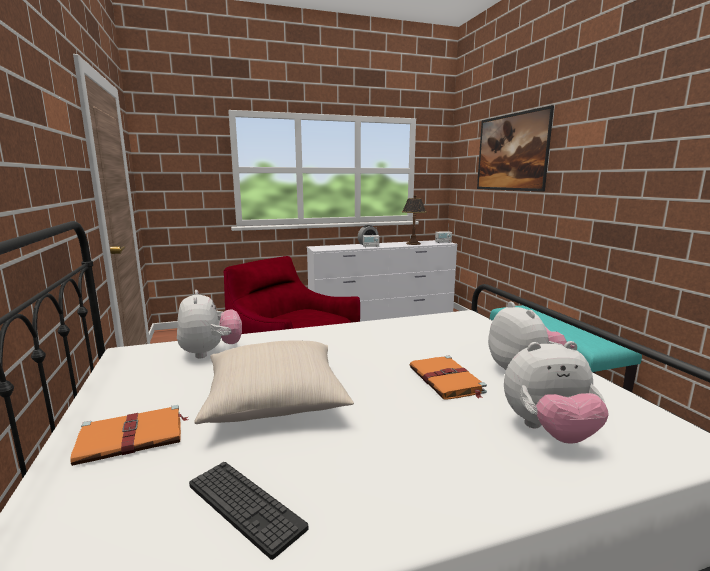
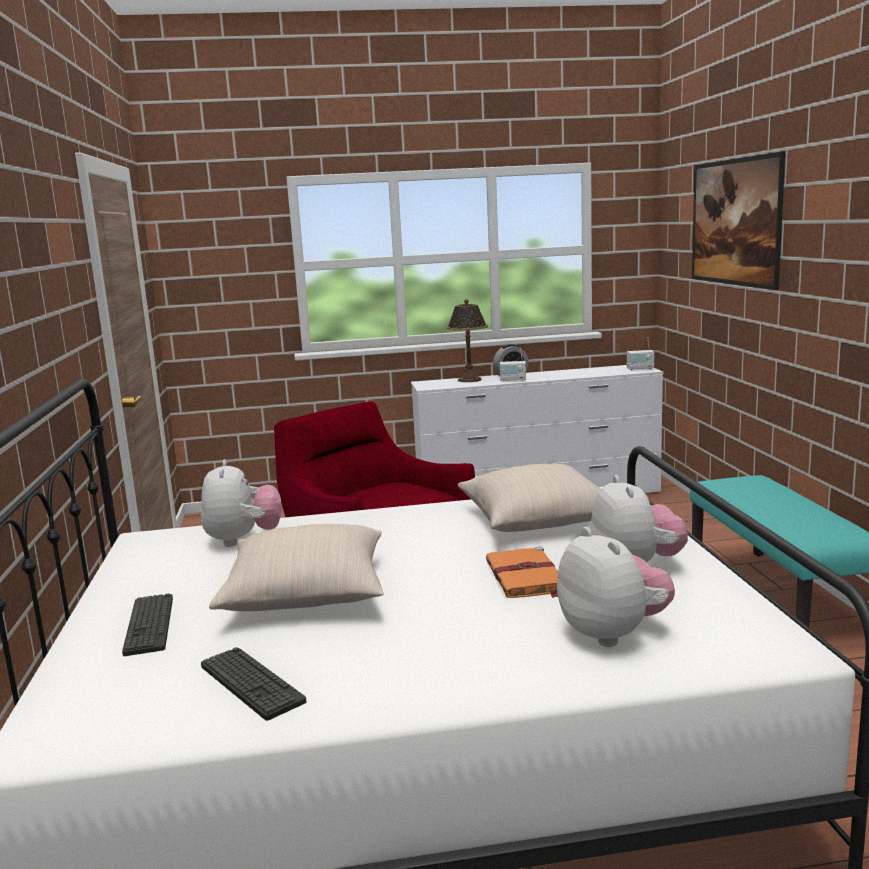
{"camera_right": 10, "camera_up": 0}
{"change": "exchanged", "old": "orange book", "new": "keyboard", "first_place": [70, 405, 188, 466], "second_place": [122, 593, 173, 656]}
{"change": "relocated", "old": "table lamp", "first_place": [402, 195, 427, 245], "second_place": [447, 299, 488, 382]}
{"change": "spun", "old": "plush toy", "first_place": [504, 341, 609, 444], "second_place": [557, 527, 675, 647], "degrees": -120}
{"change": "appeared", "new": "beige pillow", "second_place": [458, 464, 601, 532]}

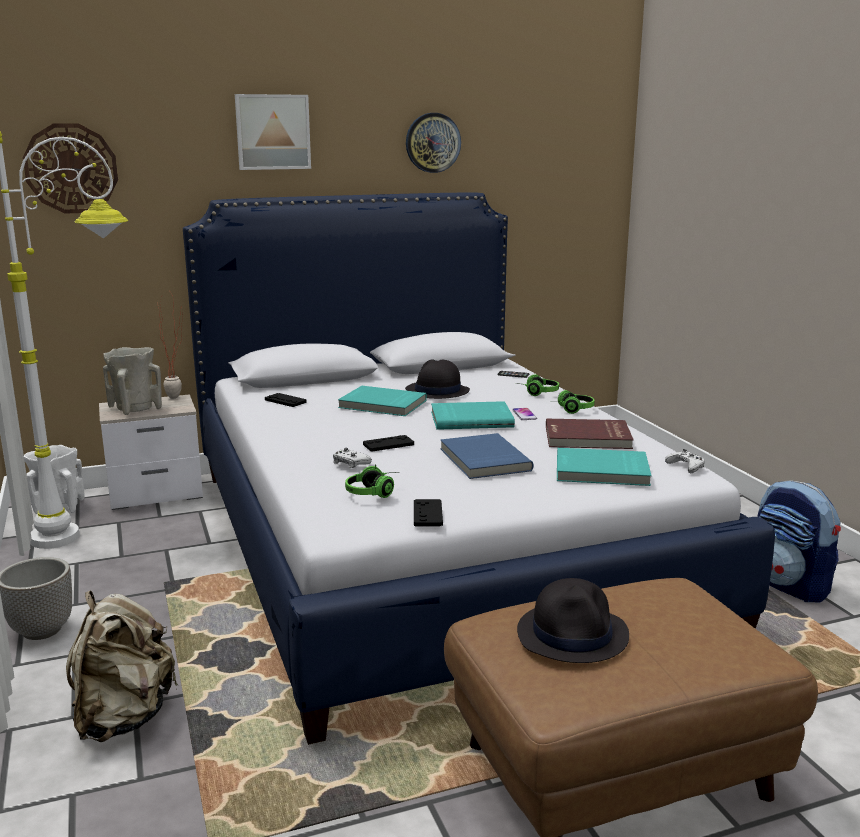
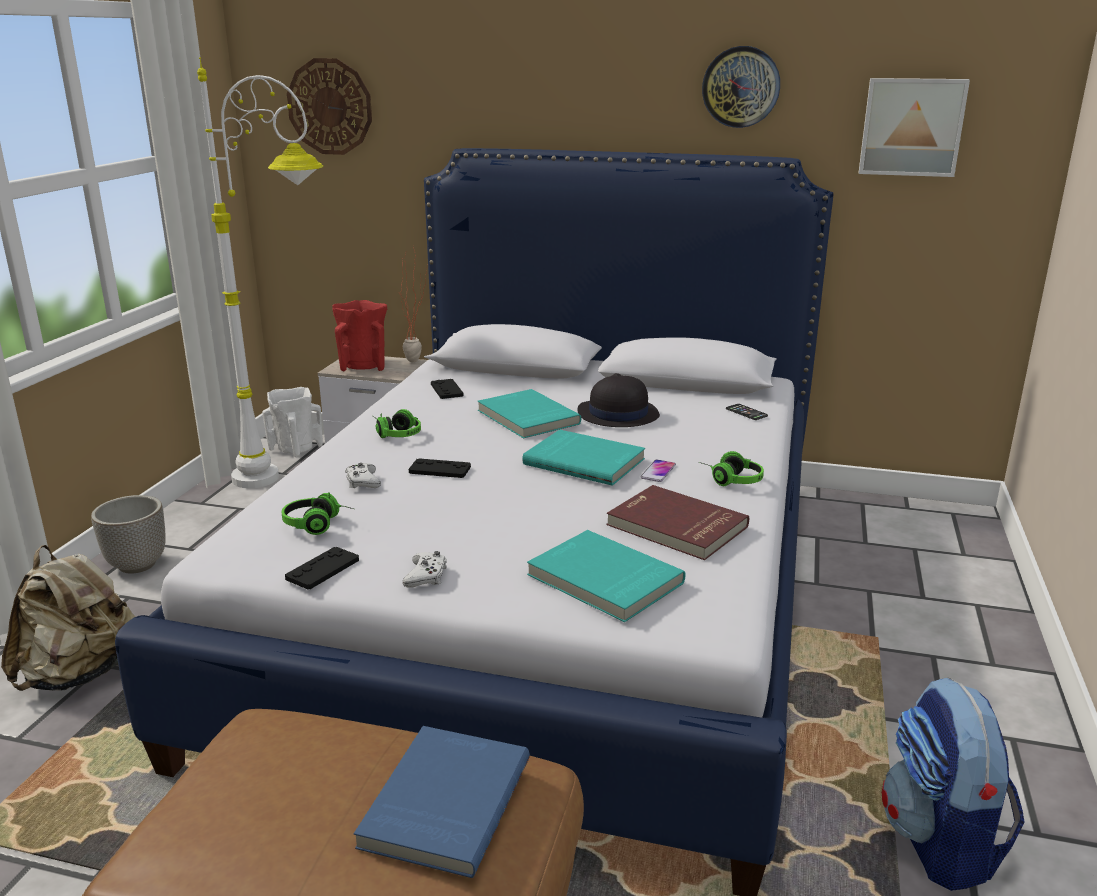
{"camera_right": 35, "camera_up": 5}
{"change": "colour", "old": "beige vase", "new": "red vase", "first_place": [103, 347, 162, 415], "second_place": [332, 300, 387, 372]}
{"change": "relocated", "old": "picture", "first_place": [235, 94, 311, 170], "second_place": [859, 78, 970, 177]}
{"change": "relocated", "old": "blue book", "first_place": [440, 433, 533, 479], "second_place": [354, 726, 530, 878]}
{"change": "relocated", "old": "headphones", "first_place": [516, 374, 559, 396], "second_place": [373, 409, 421, 438]}
{"change": "missing", "old": "black hat", "first_place": [517, 578, 629, 663]}
{"change": "relocated", "old": "white game controller", "first_place": [665, 449, 705, 473], "second_place": [403, 551, 447, 587]}

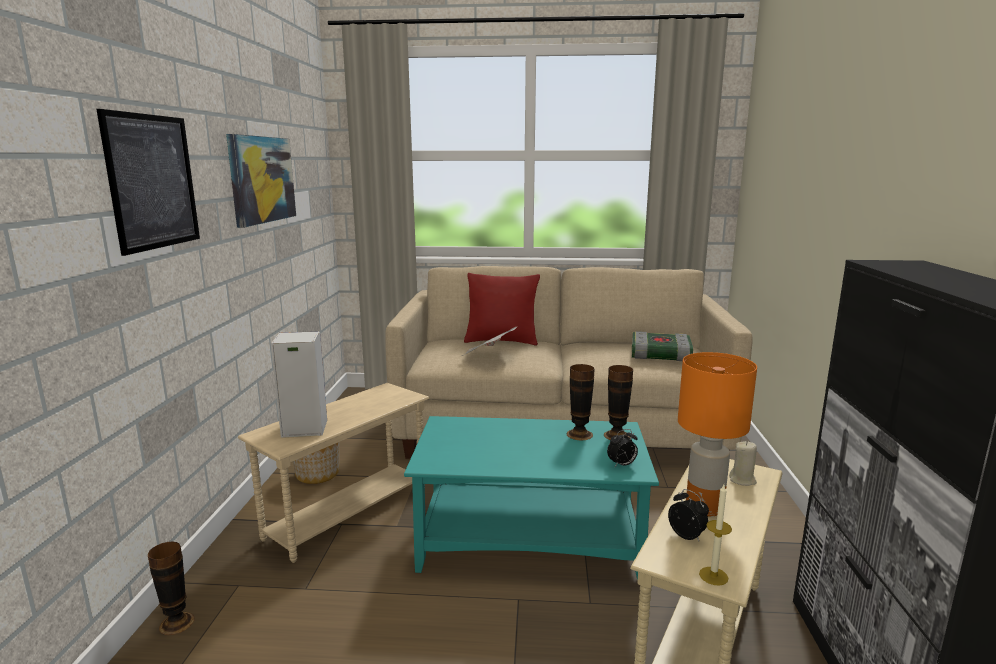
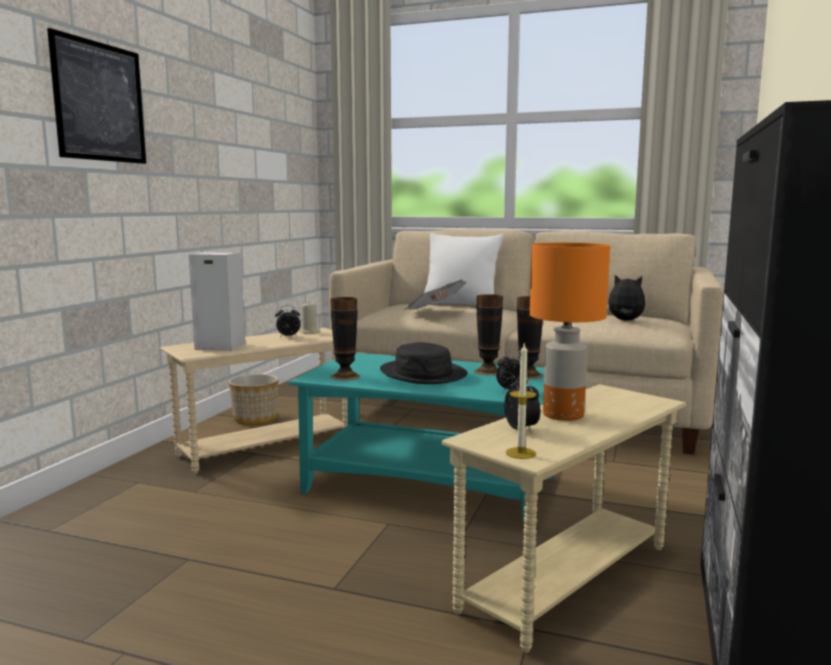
{"camera_right": 15, "camera_up": -5}
{"change": "relocated", "old": "vase", "first_place": [148, 542, 195, 635], "second_place": [330, 297, 360, 380]}
{"change": "missing", "old": "picture", "first_place": [226, 134, 296, 228]}
{"change": "colour", "old": "red pillow", "new": "white pillow", "first_place": [464, 273, 540, 345], "second_place": [424, 233, 504, 306]}
{"change": "exchanged", "old": "book", "new": "plush toy", "first_place": [632, 331, 693, 361], "second_place": [607, 275, 645, 321]}
{"change": "relocated", "old": "beige candle", "first_place": [729, 441, 757, 486], "second_place": [300, 303, 320, 334]}
{"change": "appeared", "new": "alarm clock", "second_place": [275, 305, 300, 338]}
{"change": "appeared", "new": "black hat", "second_place": [380, 342, 467, 384]}

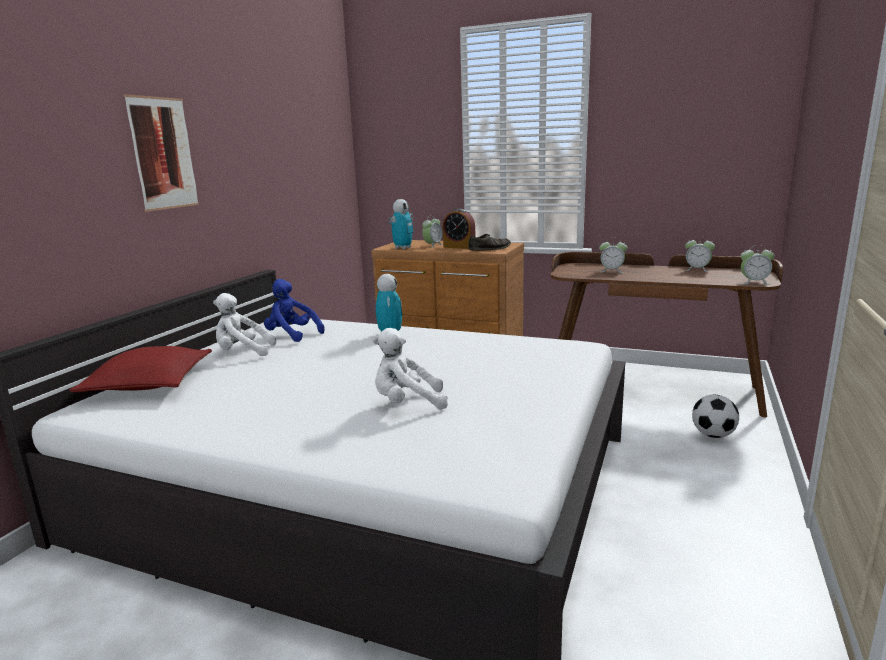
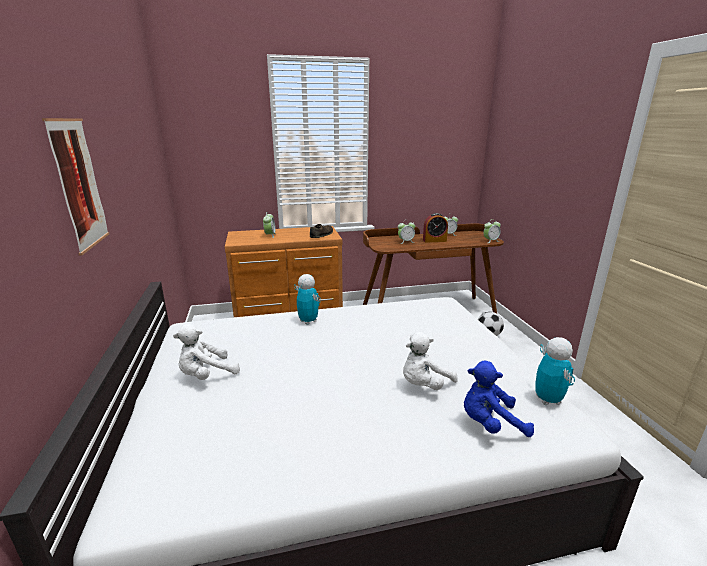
{"camera_right": -35, "camera_up": 5}
{"change": "missing", "old": "red pillow", "first_place": [69, 346, 212, 392]}
{"change": "relocated", "old": "blue plush toy", "first_place": [264, 279, 325, 342], "second_place": [464, 361, 534, 437]}
{"change": "relocated", "old": "toy robot", "first_place": [389, 199, 413, 249], "second_place": [535, 337, 575, 405]}
{"change": "relocated", "old": "alarm clock", "first_place": [443, 208, 475, 249], "second_place": [423, 213, 448, 243]}

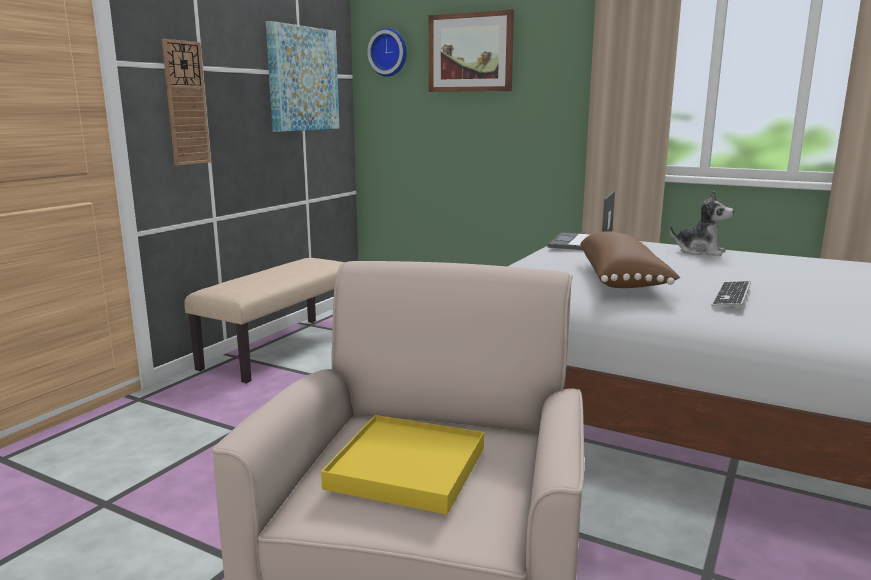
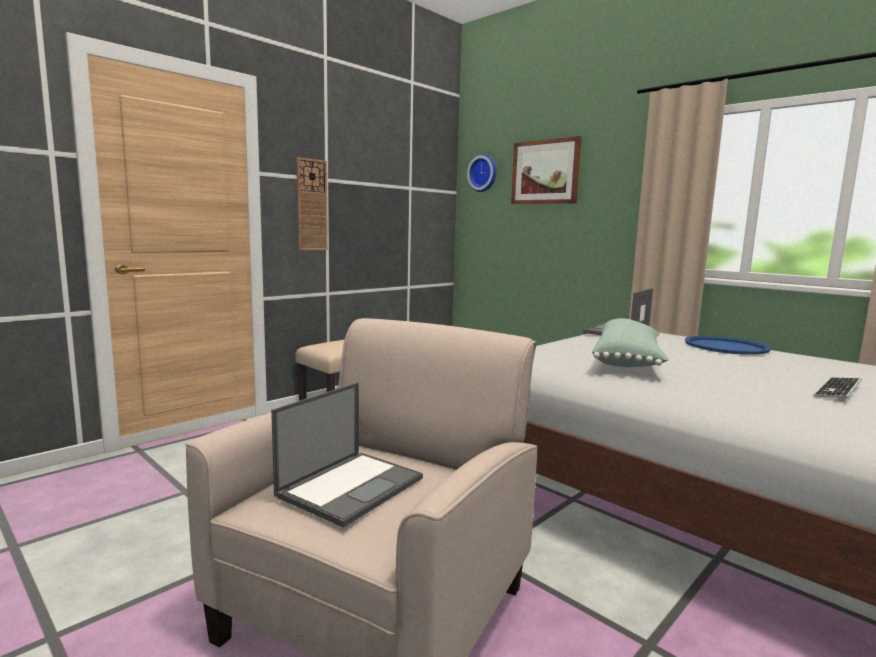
{"camera_right": 15, "camera_up": -5}
{"change": "missing", "old": "picture", "first_place": [266, 21, 339, 132]}
{"change": "exchanged", "old": "yellow tray", "new": "laptop", "first_place": [321, 415, 484, 515], "second_place": [271, 382, 423, 528]}
{"change": "colour", "old": "brown pillow", "new": "green pillow", "first_place": [580, 231, 680, 288], "second_place": [592, 318, 669, 367]}
{"change": "exchanged", "old": "plush toy", "new": "blue tray", "first_place": [669, 191, 734, 256], "second_place": [685, 336, 771, 355]}
{"change": "relocated", "old": "keyboard", "first_place": [711, 281, 751, 309], "second_place": [813, 378, 861, 401]}

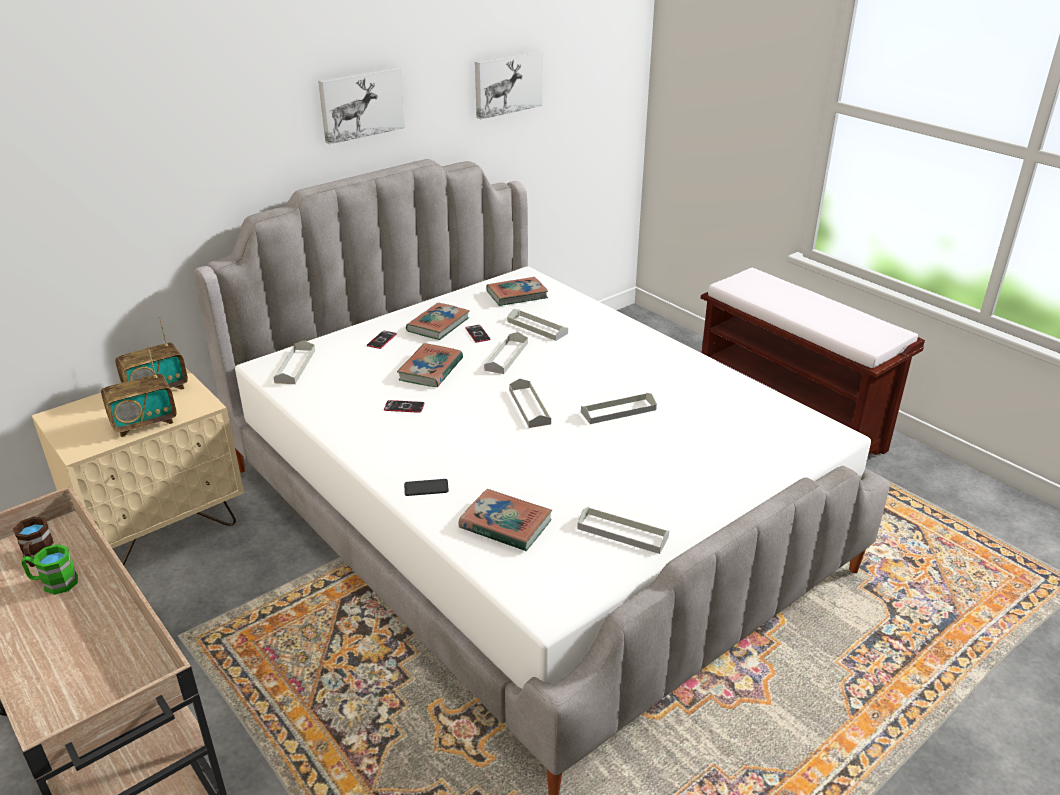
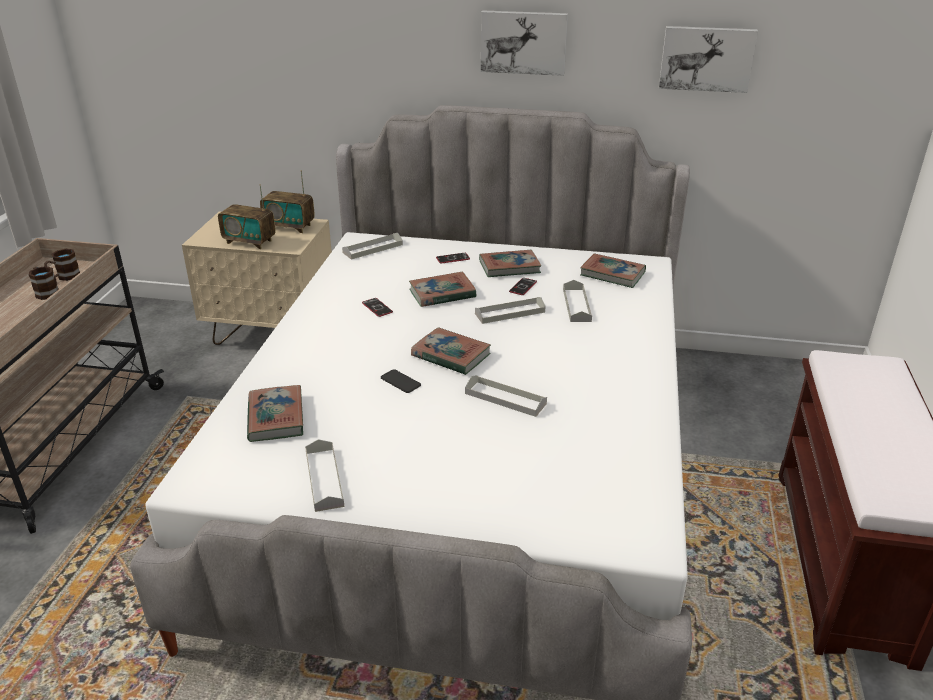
{"camera_right": 50, "camera_up": 0}
{"change": "colour", "old": "green mug", "new": "brown mug", "first_place": [21, 544, 78, 595], "second_place": [29, 266, 59, 300]}
{"change": "relocated", "old": "phone", "first_place": [404, 479, 449, 496], "second_place": [381, 369, 421, 393]}
{"change": "exchanged", "old": "grey tray", "new": "book", "first_place": [509, 378, 551, 428], "second_place": [411, 327, 491, 375]}

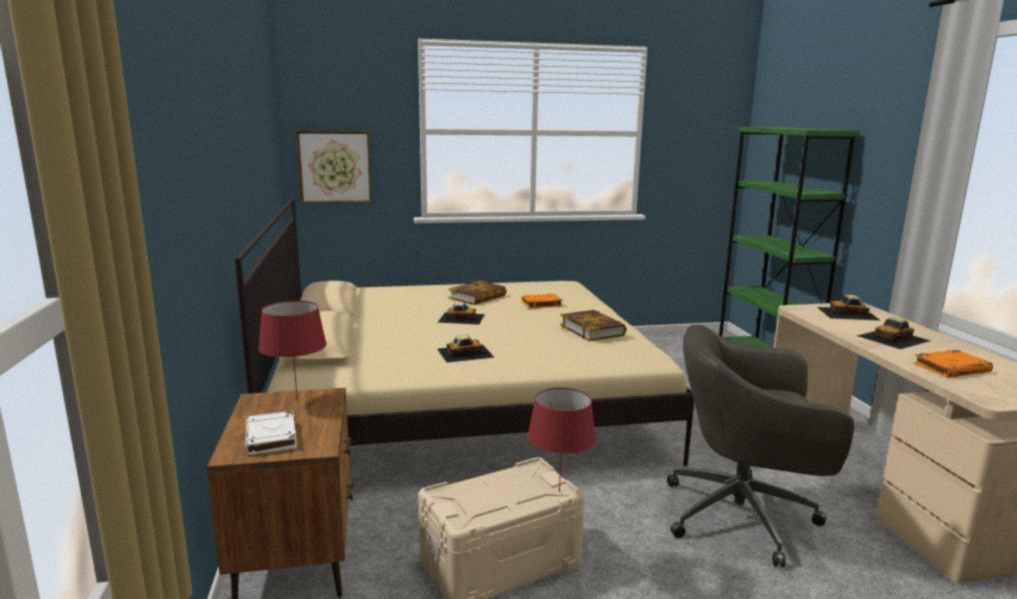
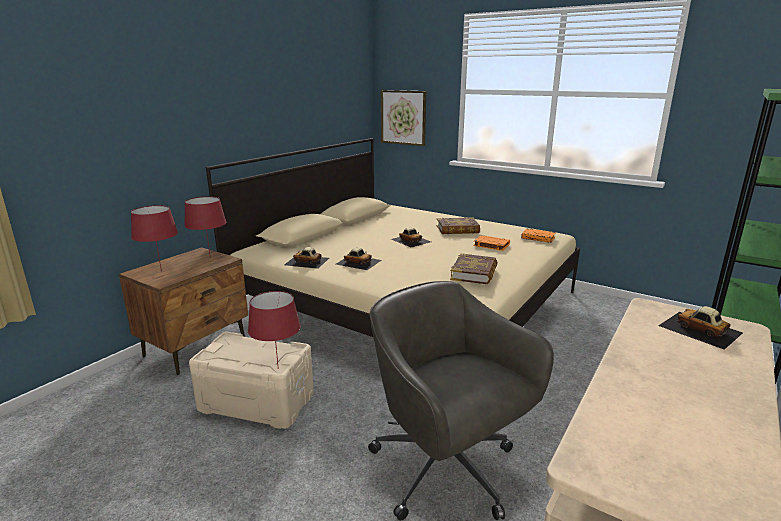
{"camera_right": 45, "camera_up": 5}
{"change": "exchanged", "old": "white book", "new": "red table lamp", "first_place": [245, 411, 297, 455], "second_place": [131, 205, 178, 271]}
{"change": "relocated", "old": "toy car", "first_place": [857, 317, 930, 349], "second_place": [285, 247, 329, 269]}
{"change": "relocated", "old": "orange book", "first_place": [914, 350, 993, 377], "second_place": [521, 228, 556, 243]}

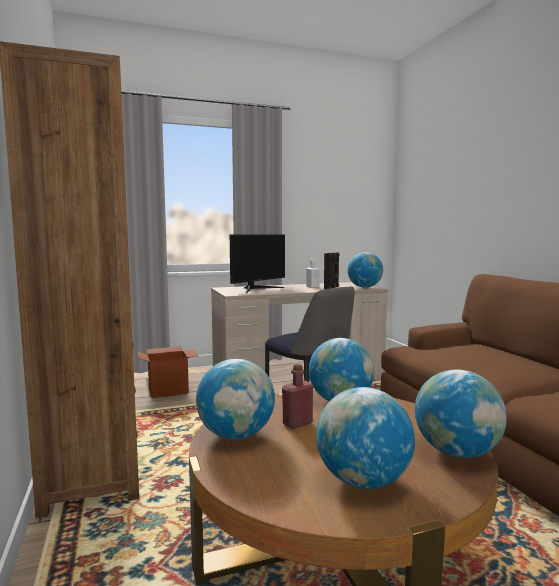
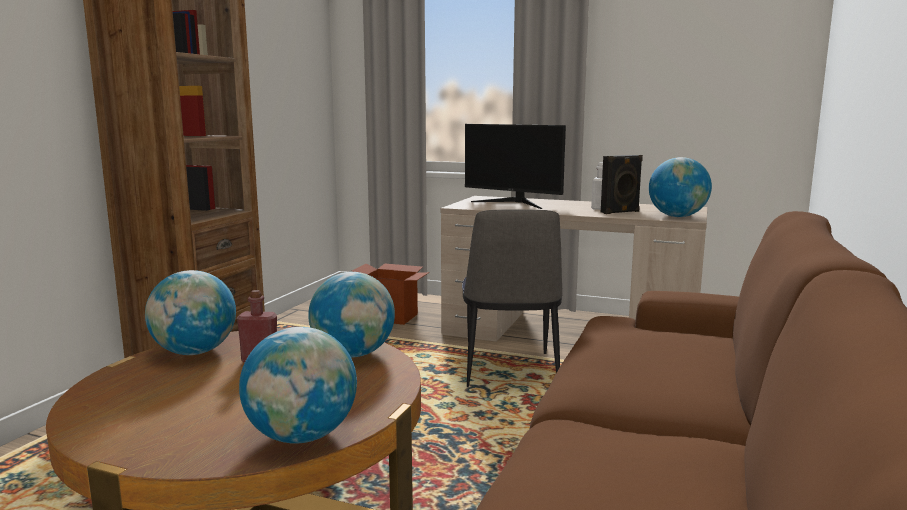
{"camera_right": 40, "camera_up": 5}
{"change": "spun", "old": "monitor", "first_place": [230, 235, 285, 293], "second_place": [465, 124, 566, 209], "degrees": 45}
{"change": "missing", "old": "globe", "first_place": [316, 387, 415, 489]}

